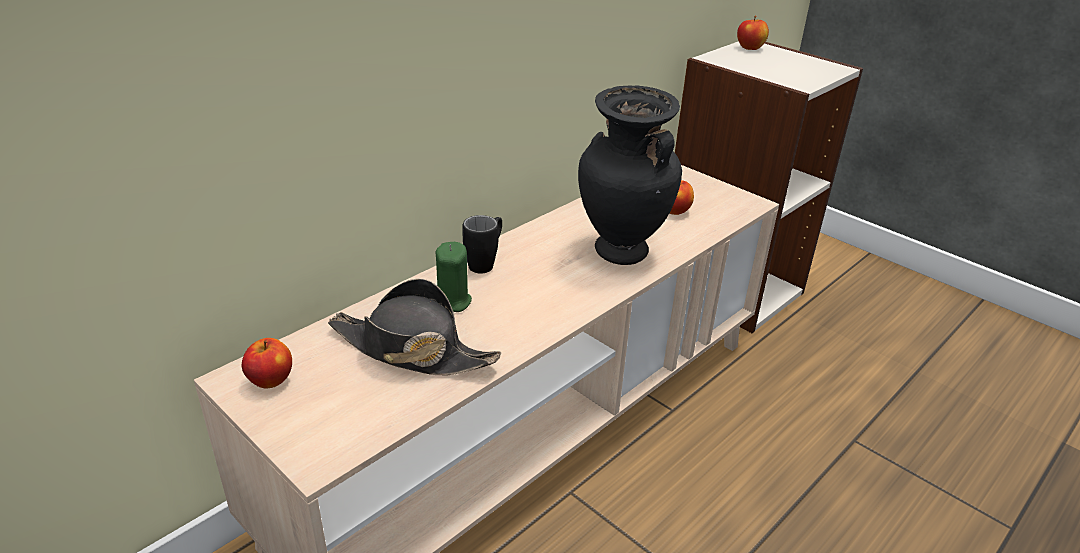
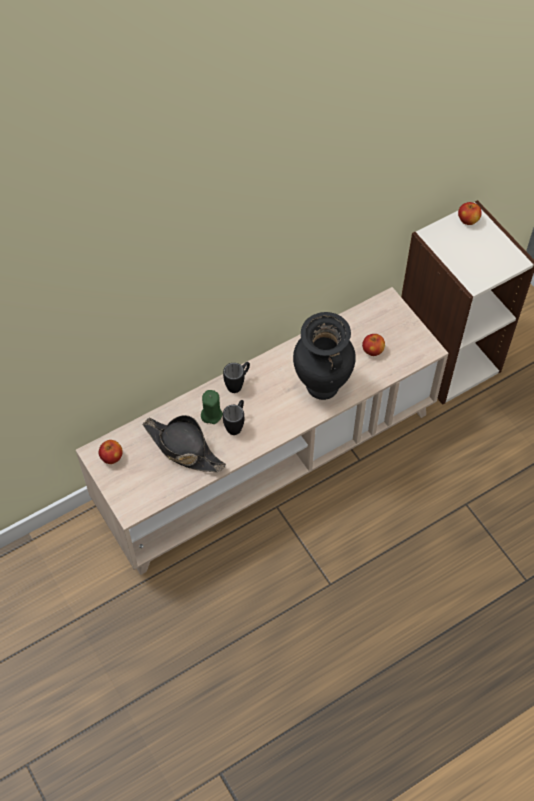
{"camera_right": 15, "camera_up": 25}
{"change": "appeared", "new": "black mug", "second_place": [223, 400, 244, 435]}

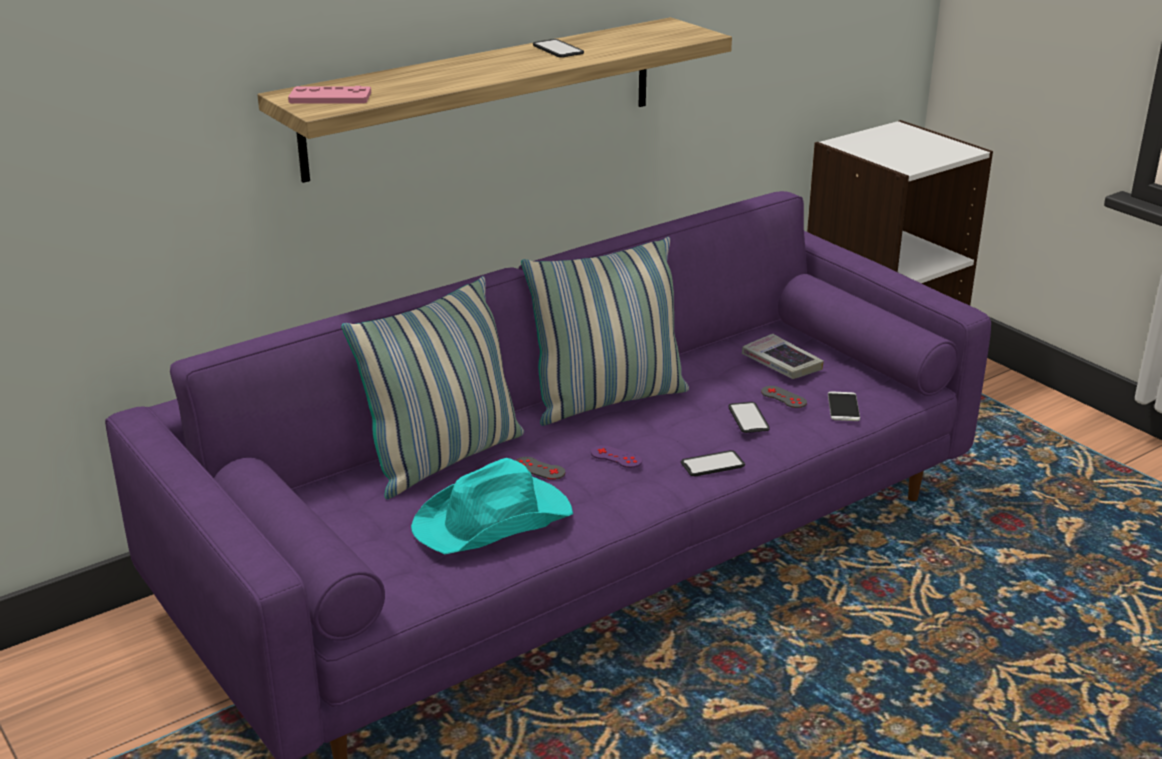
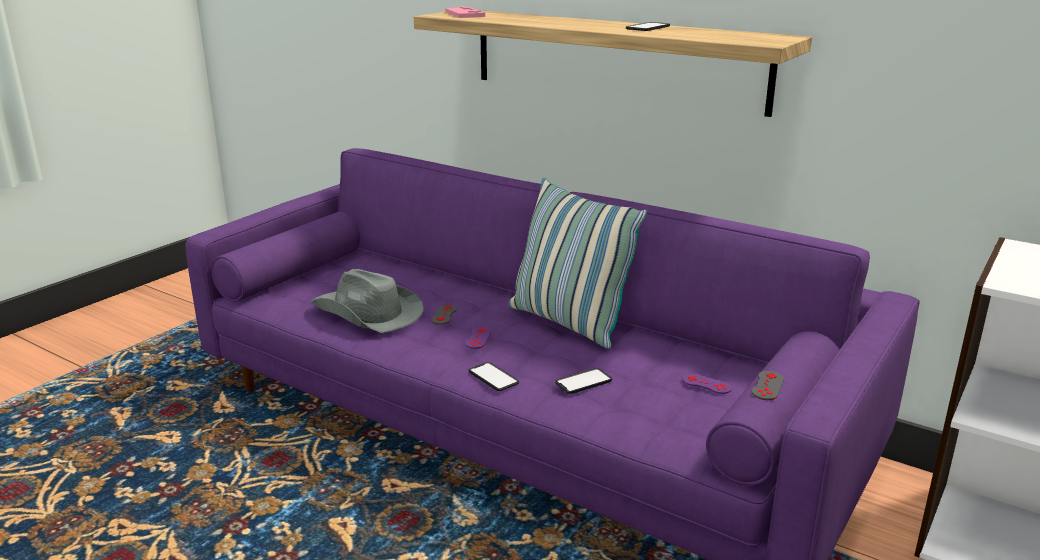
{"camera_right": 70, "camera_up": -5}
{"change": "missing", "old": "pillow", "first_place": [341, 276, 524, 499]}
{"change": "colour", "old": "turquoise hat", "new": "grey hat", "first_place": [411, 458, 573, 554], "second_place": [310, 269, 424, 333]}
{"change": "exchanged", "old": "book", "new": "purple game controller", "first_place": [742, 334, 824, 379], "second_place": [682, 374, 732, 394]}
{"change": "relocated", "old": "grey game controller", "first_place": [761, 386, 807, 408], "second_place": [751, 371, 784, 400]}
{"change": "missing", "old": "phone", "first_place": [828, 391, 860, 421]}

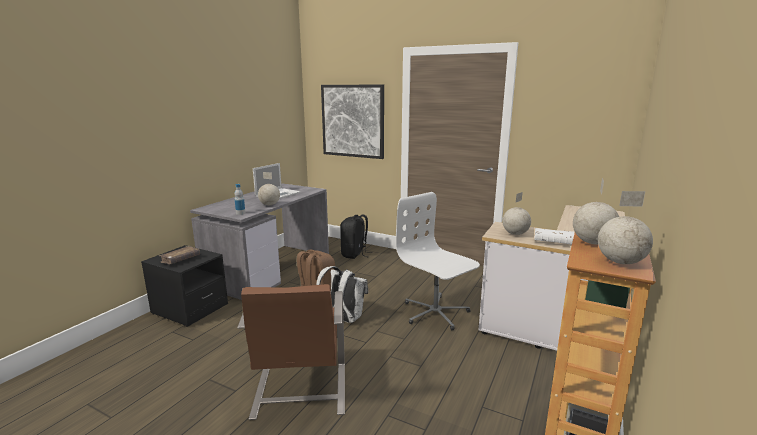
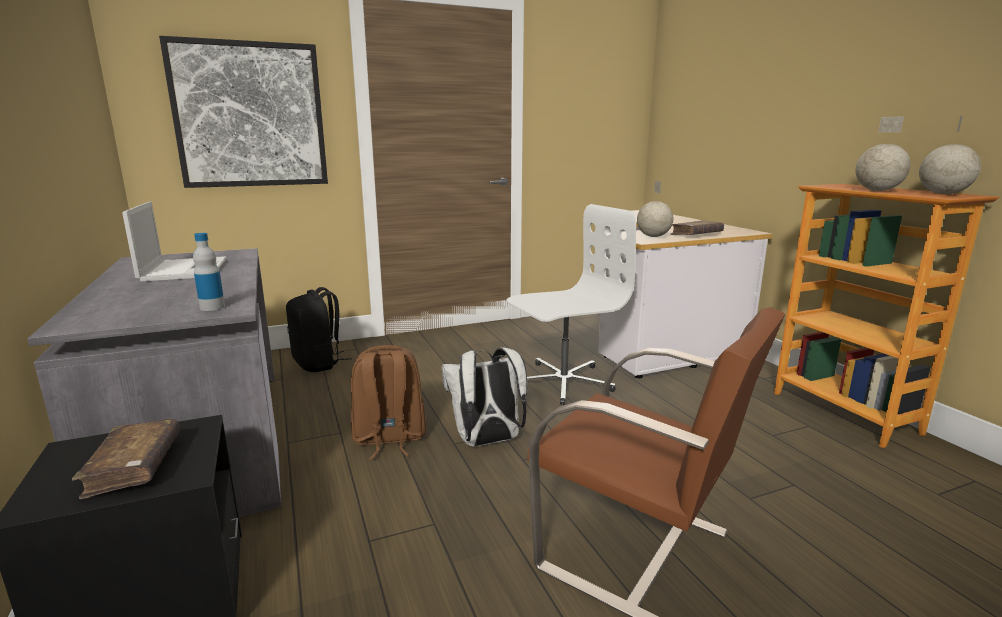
{"camera_right": -50, "camera_up": 0}
{"change": "missing", "old": "globe", "first_place": [258, 172, 280, 205]}
{"change": "spun", "old": "white office chair", "first_place": [396, 192, 480, 330], "second_place": [507, 204, 636, 405], "degrees": 150}
{"change": "colour", "old": "white book", "new": "brown book", "first_place": [534, 228, 574, 244], "second_place": [670, 220, 724, 235]}

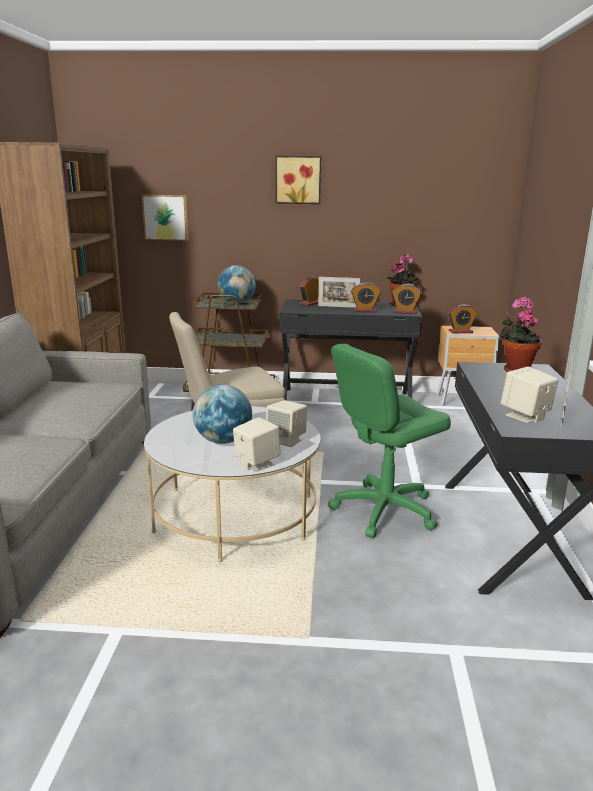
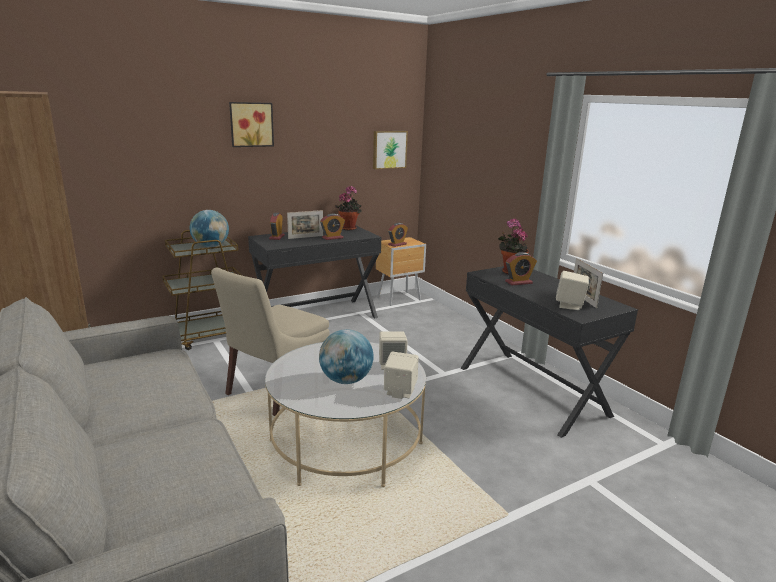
{"camera_right": -35, "camera_up": 0}
{"change": "relocated", "old": "picture", "first_place": [142, 194, 188, 241], "second_place": [373, 131, 408, 169]}
{"change": "missing", "old": "green office chair", "first_place": [329, 344, 451, 538]}
{"change": "relocated", "old": "alarm clock", "first_place": [392, 284, 422, 314], "second_place": [505, 252, 537, 285]}

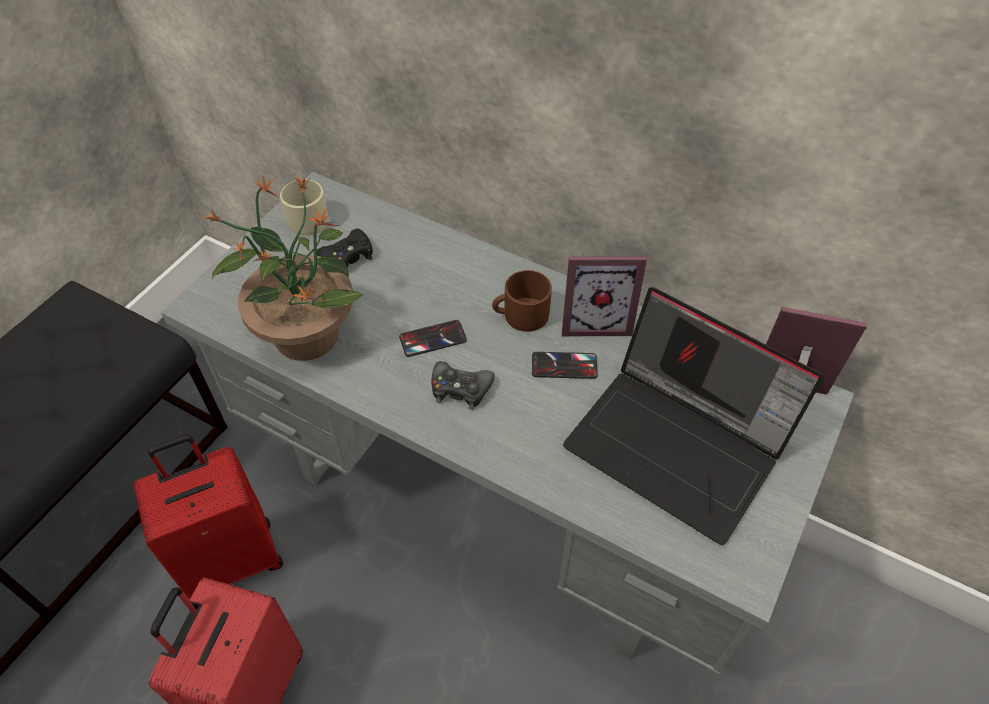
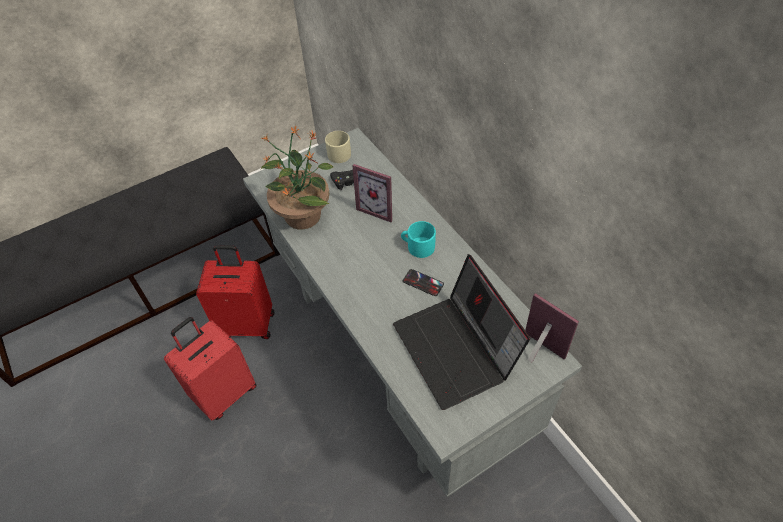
{"camera_right": 30, "camera_up": 0}
{"change": "missing", "old": "phone", "first_place": [399, 320, 467, 357]}
{"change": "missing", "old": "black game controller", "first_place": [431, 361, 495, 410]}
{"change": "colour", "old": "brown mug", "new": "turquoise mug", "first_place": [492, 270, 552, 332], "second_place": [401, 221, 436, 258]}
{"change": "relocated", "old": "picture frame", "first_place": [562, 256, 647, 336], "second_place": [352, 164, 392, 222]}

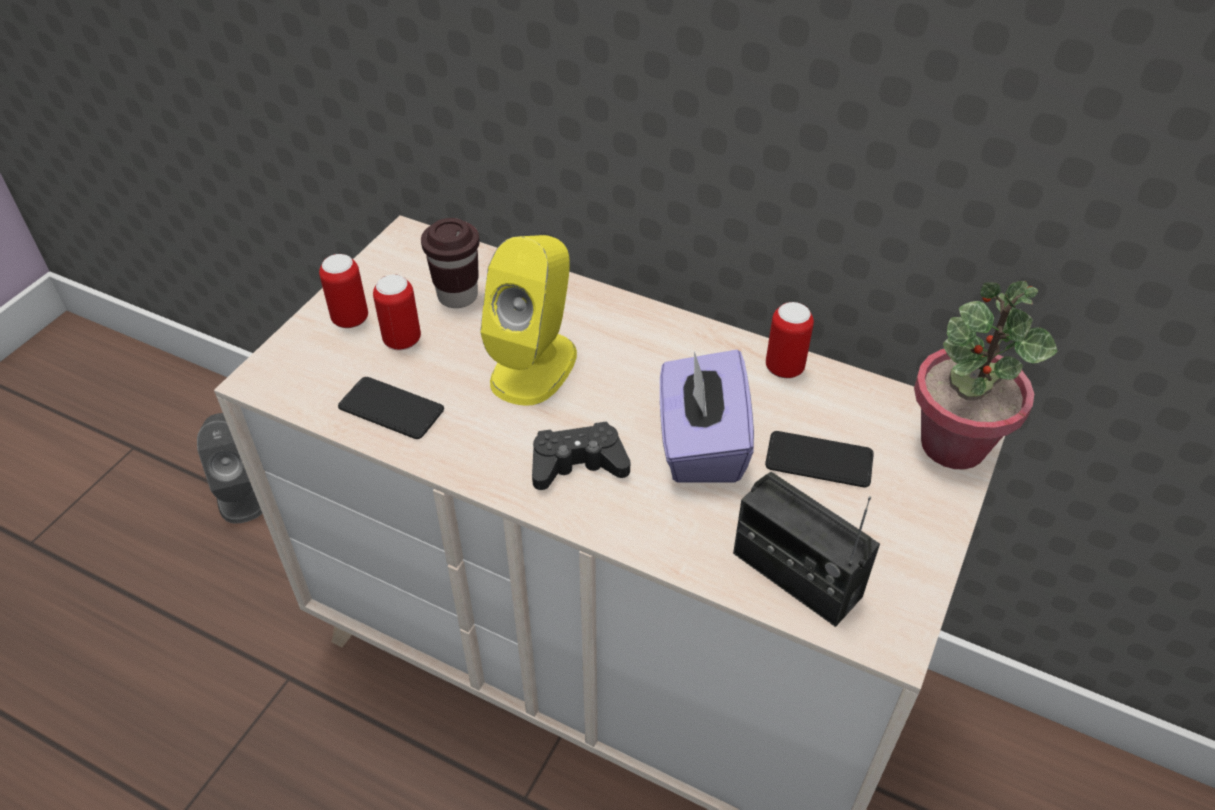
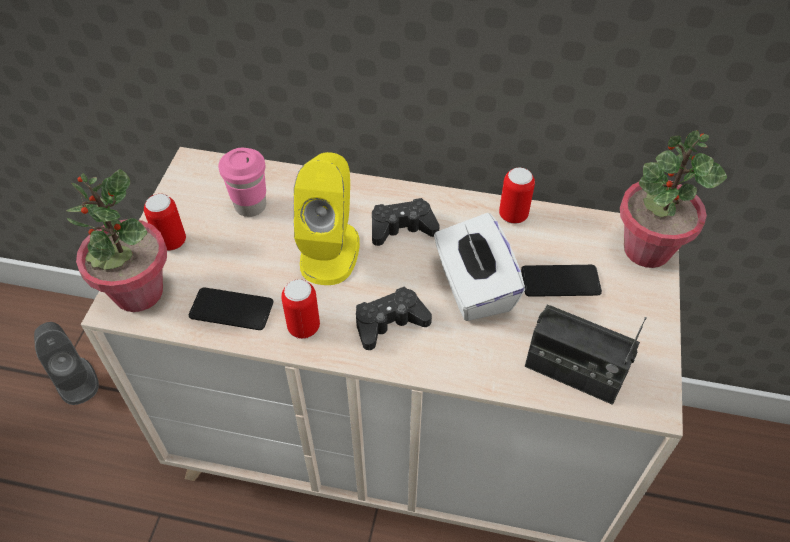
{"camera_right": -15, "camera_up": 5}
{"change": "relocated", "old": "can", "first_place": [373, 275, 421, 350], "second_place": [281, 279, 320, 339]}
{"change": "colour", "old": "brown cup", "new": "pink cup", "first_place": [421, 218, 480, 308], "second_place": [218, 148, 266, 217]}
{"change": "colour", "old": "purple tissue box", "new": "white tissue box", "first_place": [660, 350, 754, 483], "second_place": [434, 213, 525, 321]}
{"change": "appeared", "new": "potted plant", "second_place": [66, 169, 167, 312]}
{"change": "appeared", "new": "black game controller", "second_place": [372, 198, 440, 246]}

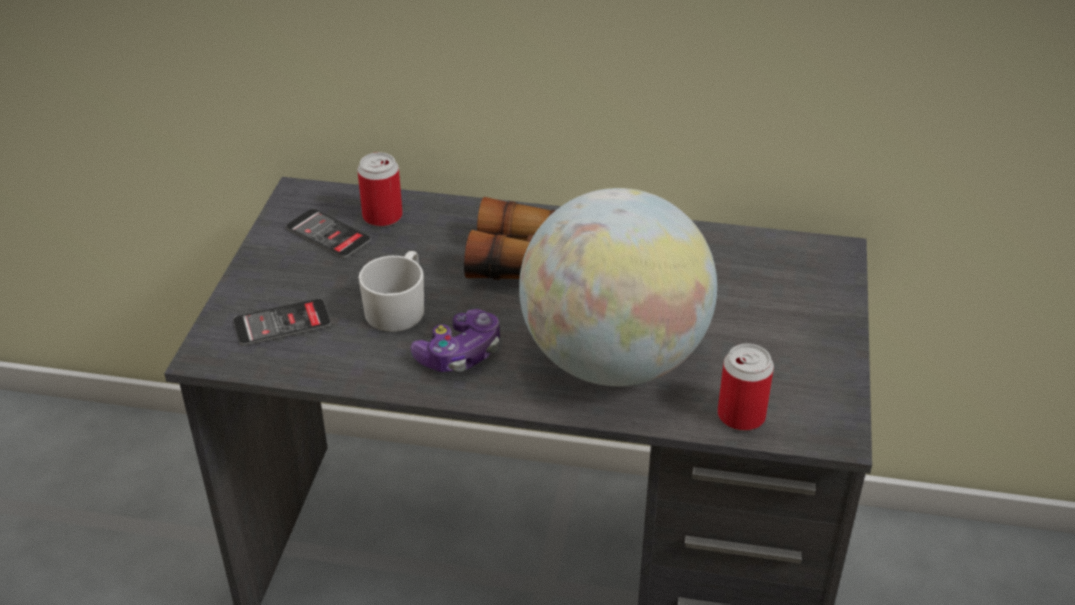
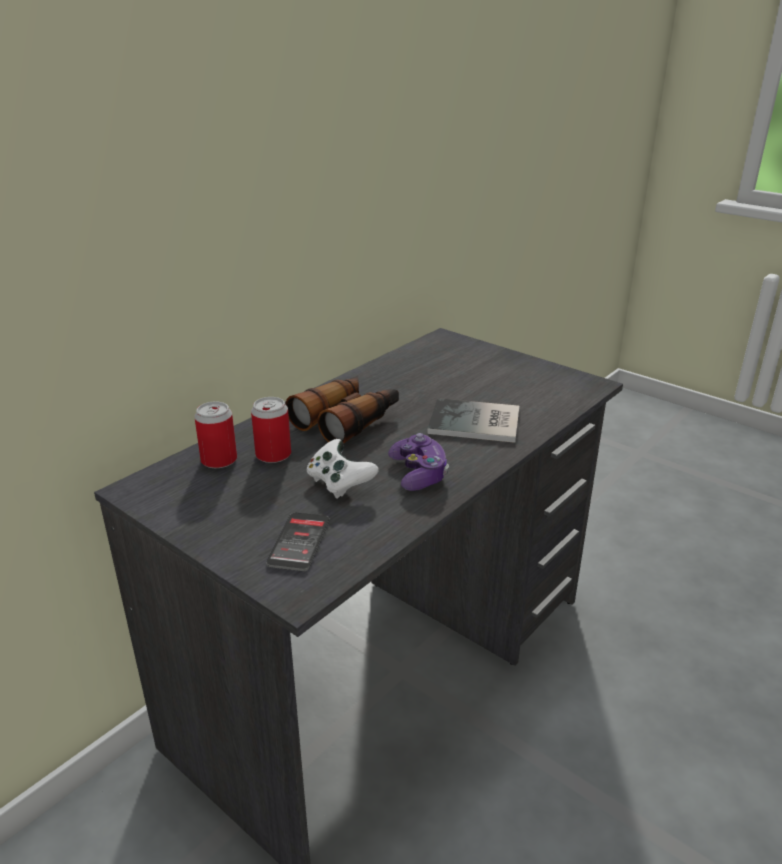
{"camera_right": -60, "camera_up": -10}
{"change": "missing", "old": "phone", "first_place": [286, 208, 371, 258]}
{"change": "exchanged", "old": "white mug", "new": "white game controller", "first_place": [358, 251, 424, 332], "second_place": [307, 439, 379, 499]}
{"change": "exchanged", "old": "globe", "new": "book", "first_place": [519, 188, 717, 386], "second_place": [427, 398, 519, 443]}
{"change": "relocated", "old": "can", "first_place": [718, 344, 774, 431], "second_place": [251, 397, 291, 463]}

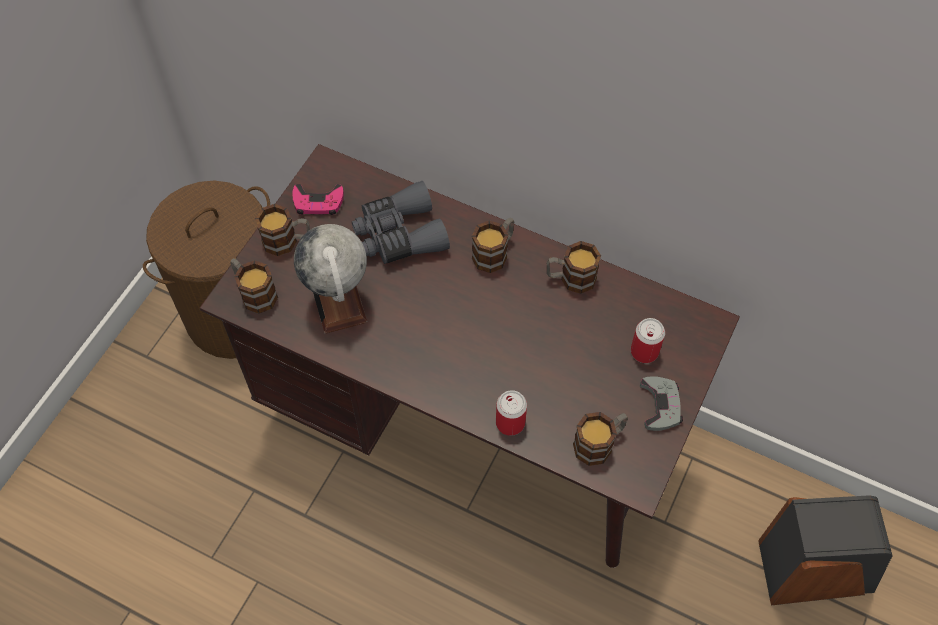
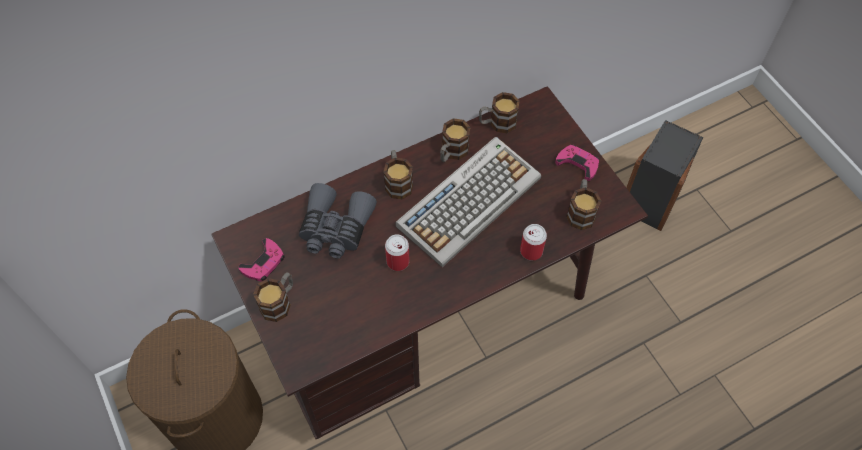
{"camera_right": -55, "camera_up": 0}
{"change": "relocated", "old": "mug", "first_place": [230, 258, 278, 314], "second_place": [479, 92, 520, 133]}
{"change": "missing", "old": "globe", "first_place": [294, 224, 367, 334]}
{"change": "relocated", "old": "can", "first_place": [631, 318, 665, 363], "second_place": [385, 234, 410, 271]}
{"change": "colour", "old": "grey game controller", "new": "pink game controller", "first_place": [640, 376, 683, 431], "second_place": [555, 145, 599, 181]}
{"change": "appeared", "new": "keyboard", "second_place": [396, 137, 542, 267]}

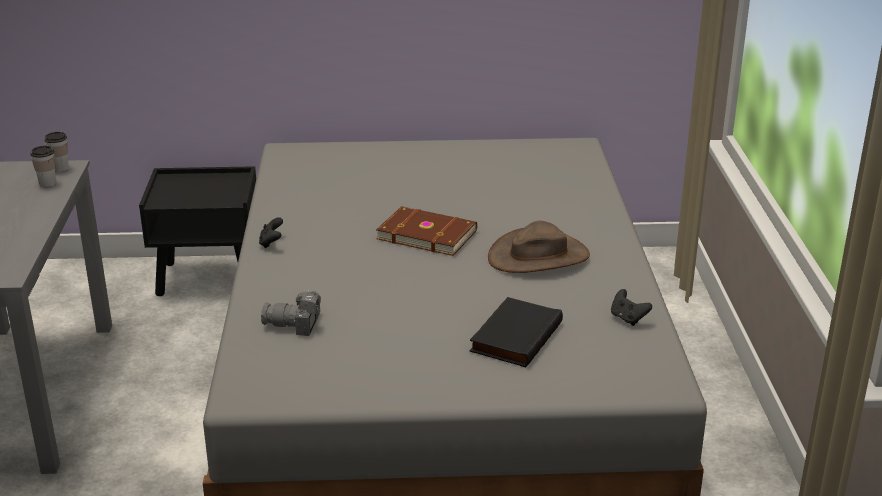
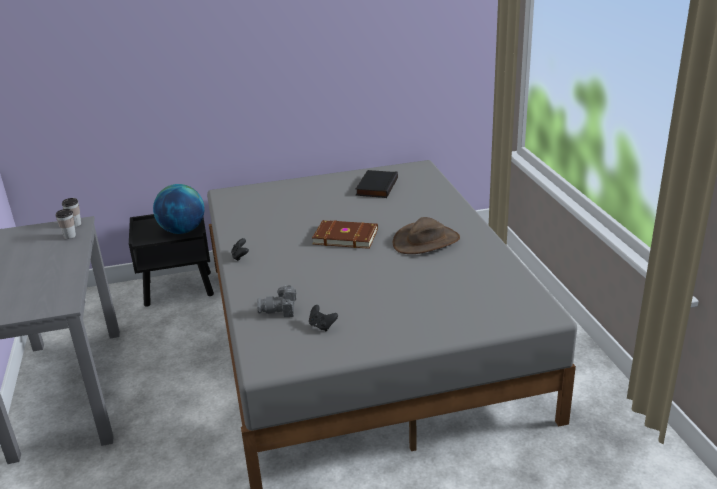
{"camera_right": -10, "camera_up": 0}
{"change": "relocated", "old": "black book", "first_place": [470, 297, 563, 367], "second_place": [356, 170, 398, 198]}
{"change": "relocated", "old": "black game controller", "first_place": [611, 289, 652, 326], "second_place": [309, 305, 338, 331]}
{"change": "appeared", "new": "globe", "second_place": [153, 184, 204, 234]}

